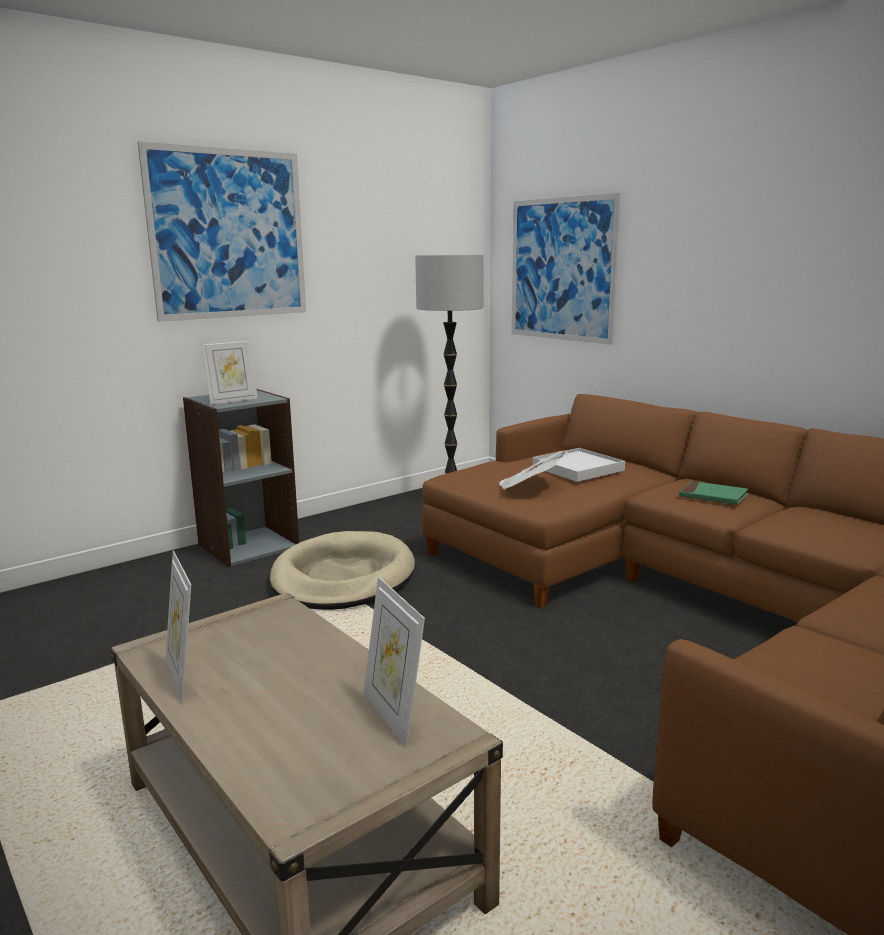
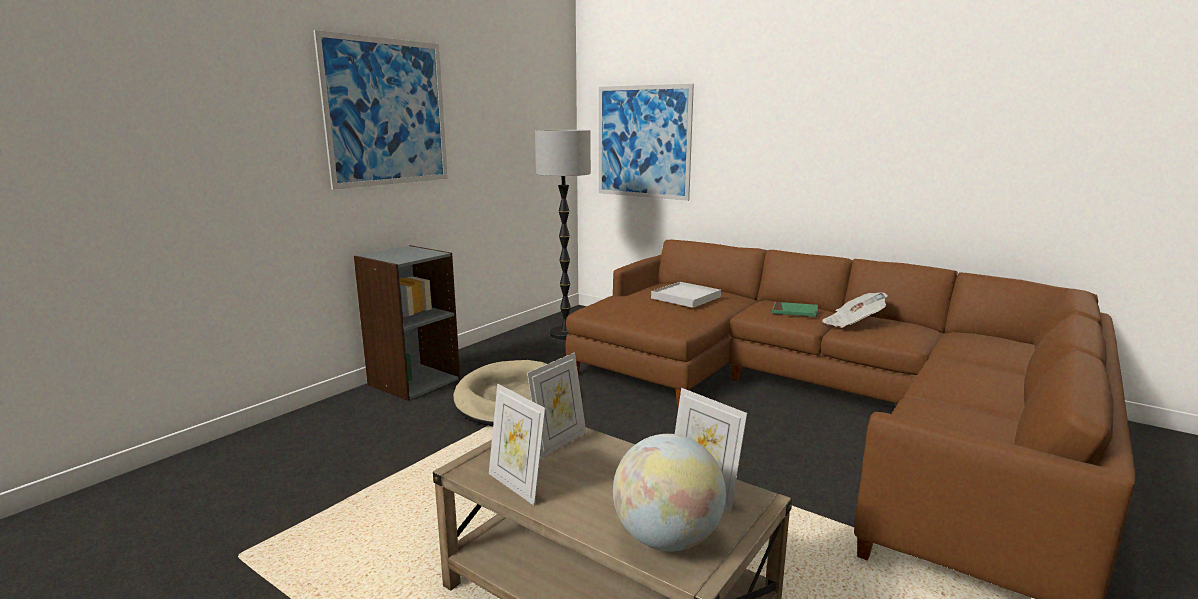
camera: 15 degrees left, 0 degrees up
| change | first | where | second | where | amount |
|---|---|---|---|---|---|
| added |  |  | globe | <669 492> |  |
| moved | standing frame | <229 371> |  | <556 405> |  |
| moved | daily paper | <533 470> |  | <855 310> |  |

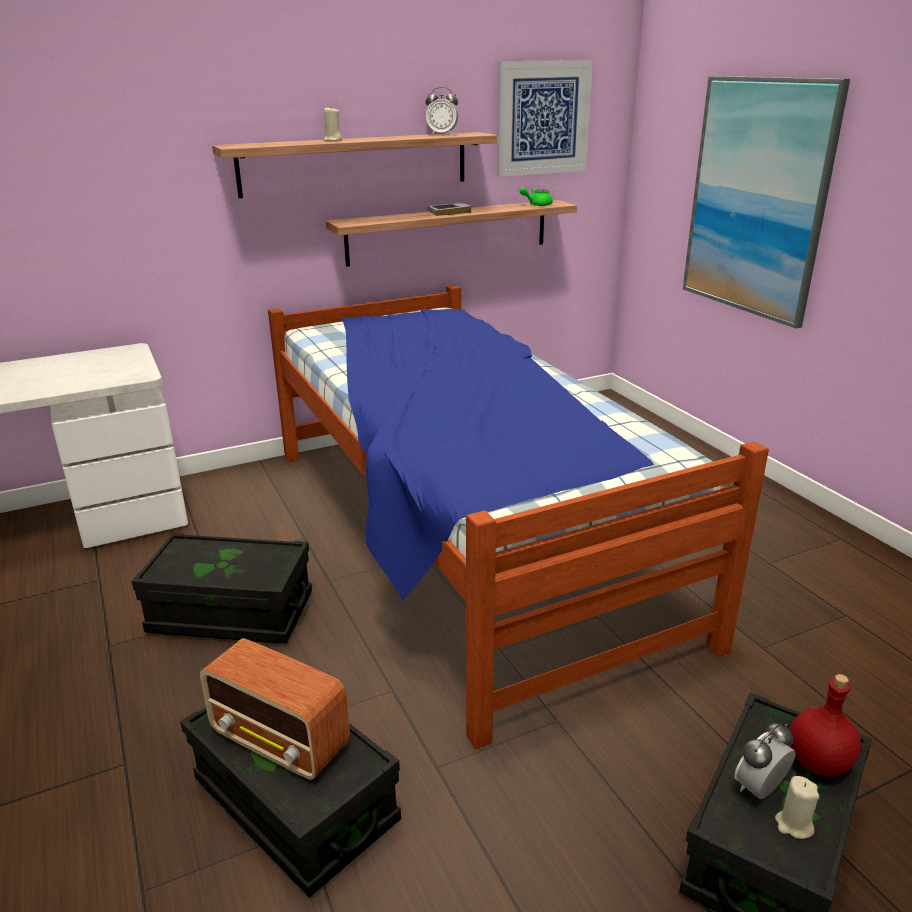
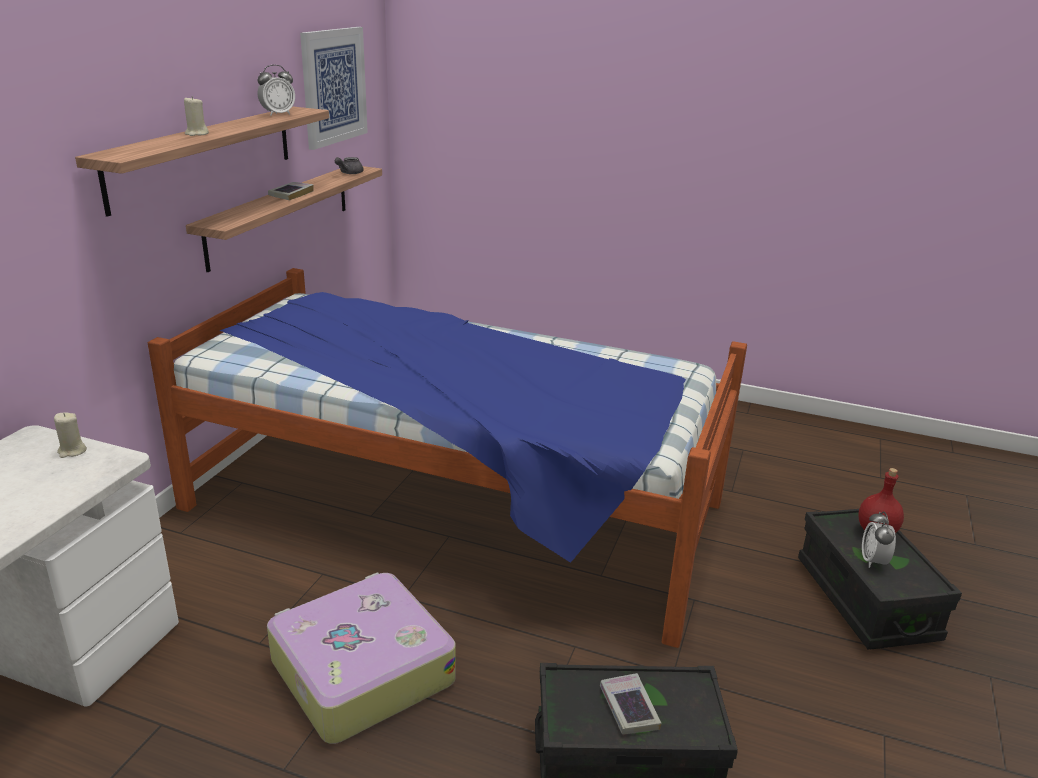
camera: 45 degrees left, 0 degrees up
| change | first | where | second | where | amount |
|---|---|---|---|---|---|
| removed | wall art | <766 202> |  |  |  |
| moved | sand-coloured candle | <797 807> |  | <70 435> |  |
| replaced | black-coloured storage container | <221 588> | travel case | <361 658> |  |
| replaced | radio | <275 709> | book | <630 703> |  |
| recoloured | green-coloured pot for tea | <536 196> | greyish pot for tea | <349 165> |  |

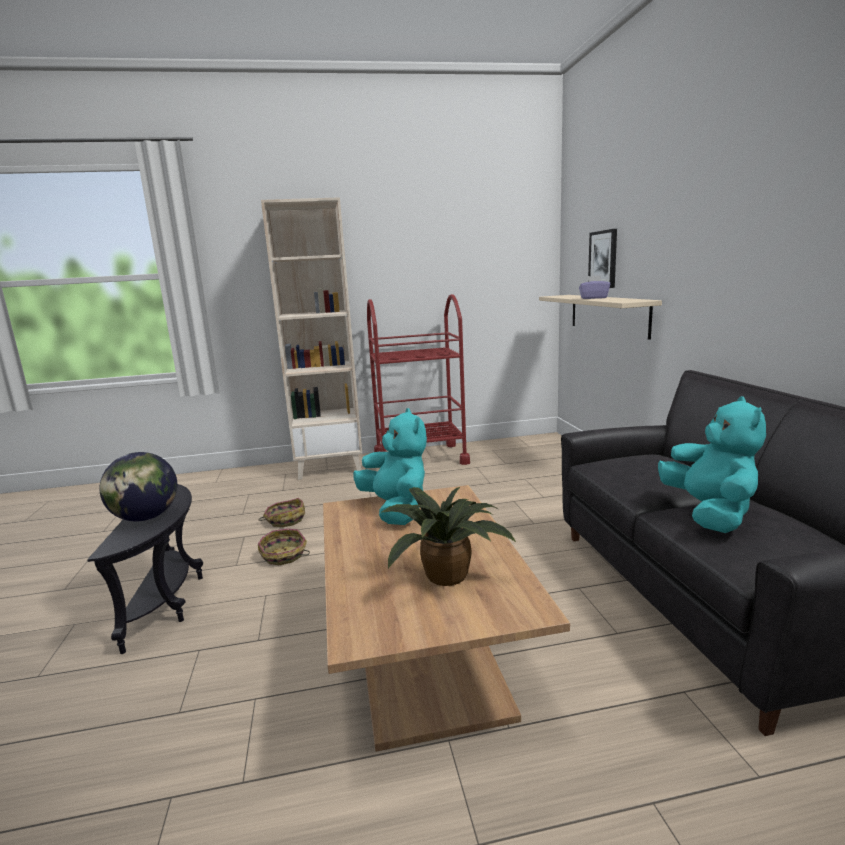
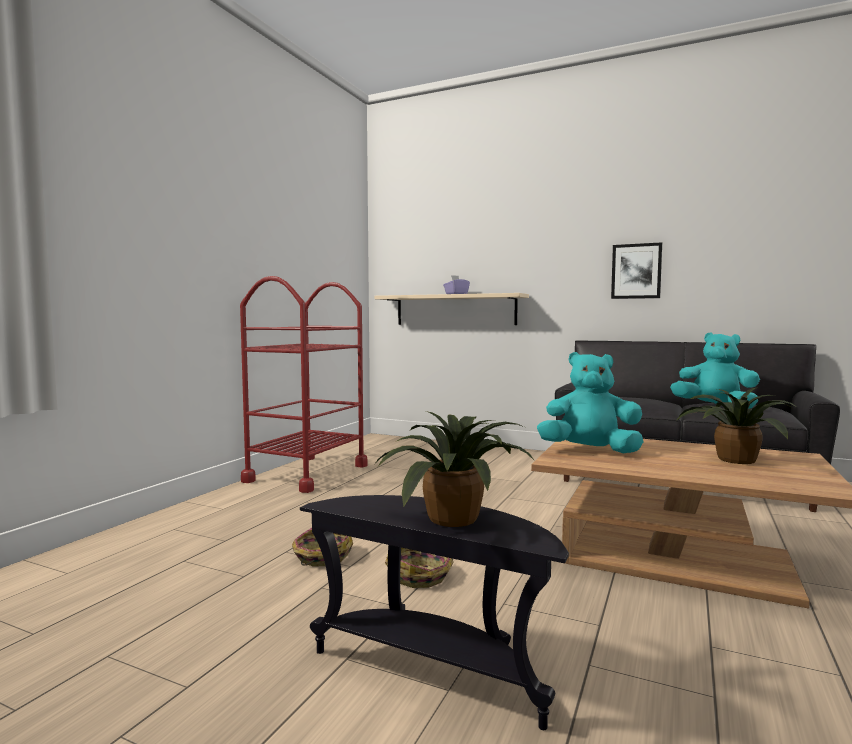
camera: 55 degrees left, 10 degrees down
| change | first | where | second | where | amount |
|---|---|---|---|---|---|
| removed | sand-coloured bookshelf | <311 338> |  |  |  |
| moved | wall art | <602 258> |  | <636 270> |  |
| replaced | globe | <138 487> | plant in a pot | <455 469> |  |

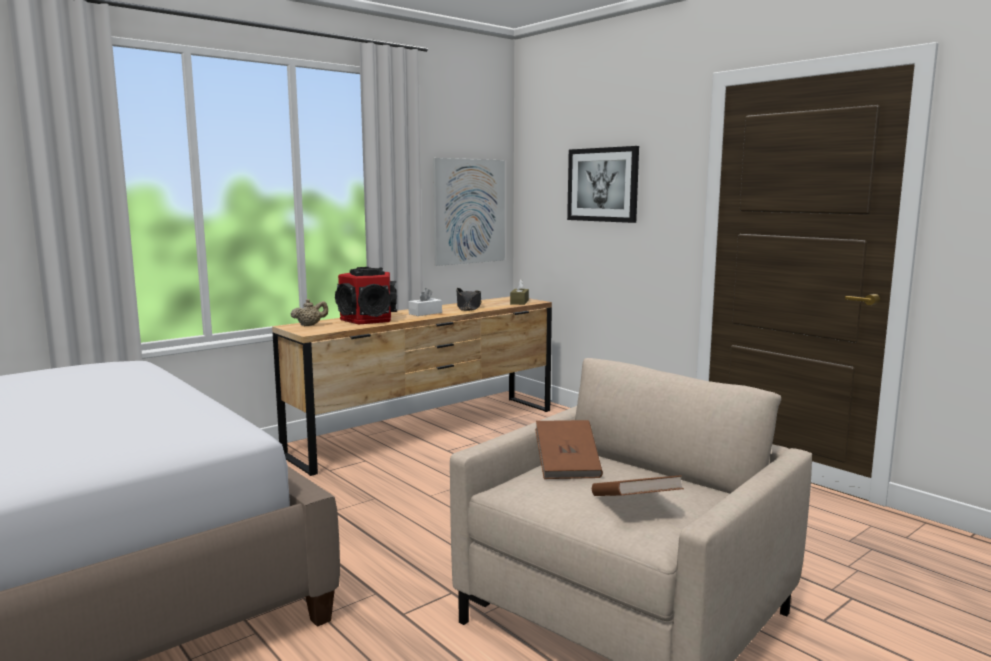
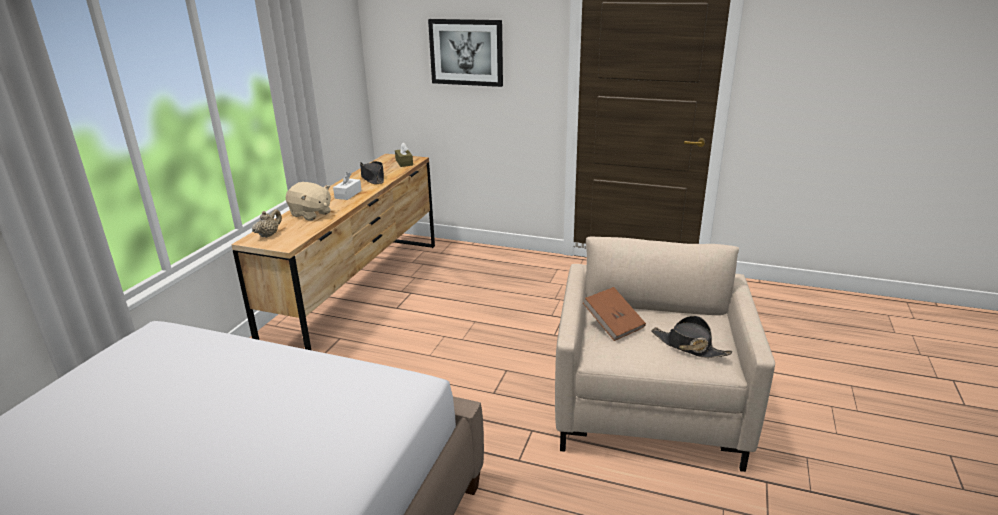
camera: 30 degrees left, 15 degrees up
| change | first | where | second | where | amount |
|---|---|---|---|---|---|
| removed | wall art | <469 212> |  |  |  |
| replaced | speaker | <366 295> | sand-coloured plush toy | <308 201> |  |
| replaced | brown book | <638 485> | black-coloured clothing hat | <692 337> |  |

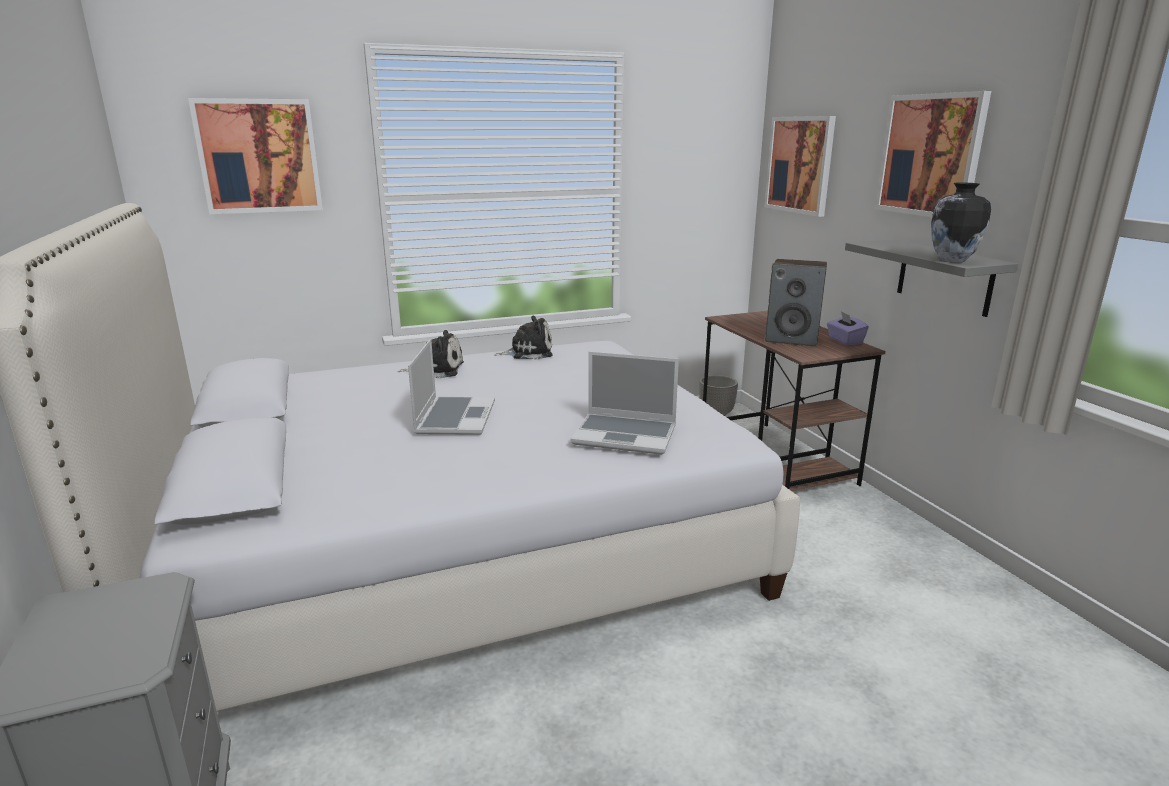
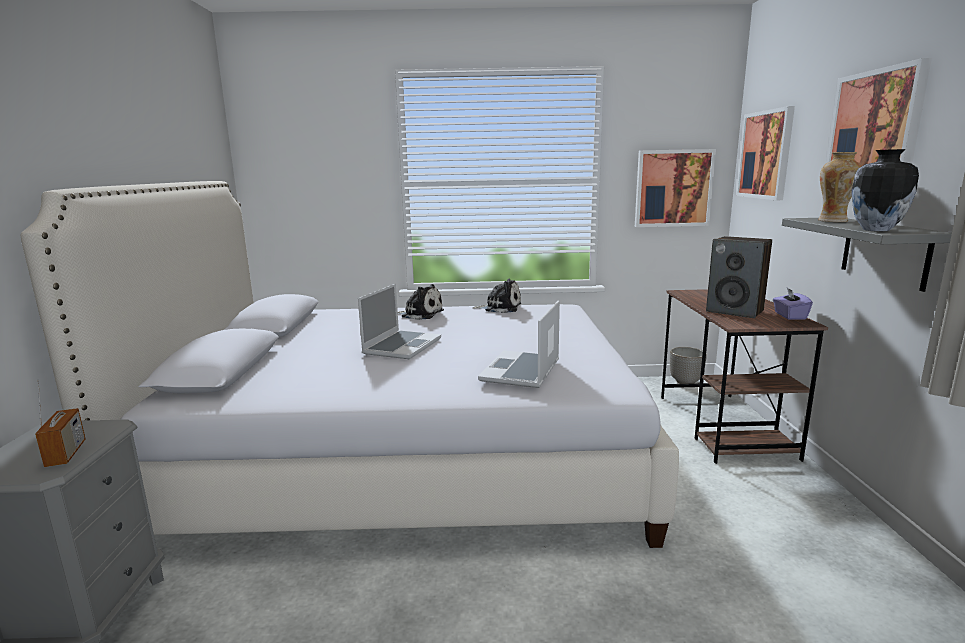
camera: 20 degrees right, 5 degrees down
| change | first | where | second | where | amount |
|---|---|---|---|---|---|
| added |  |  | radio | <60 423> |  |
| added |  |  | decorative vase | <840 187> |  |
| moved | wall art | <255 156> |  | <675 188> |  |
| turned | notebook computer | <625 403> |  | <519 344> | 75 degrees clockwise |

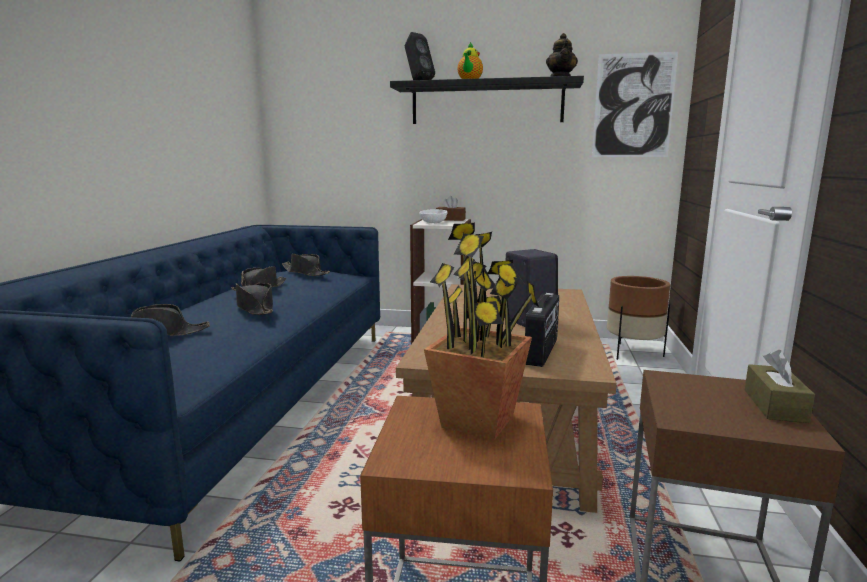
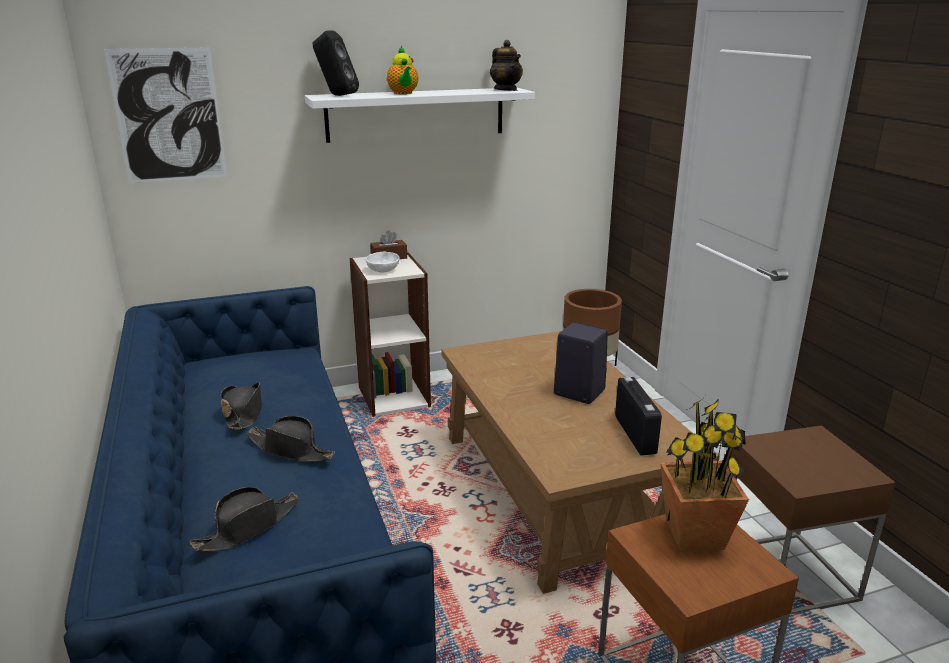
camera: 30 degrees left, 10 degrees up
| change | first | where | second | where | amount |
|---|---|---|---|---|---|
| removed | black-coloured clothing hat | <306 265> |  |  |  |
| removed | brown box of tissues | <780 386> |  |  |  |
| moved | wall art | <635 104> |  | <165 115> |  |
| recoloured | black-coloured wall shelf | <487 100> | white-coloured wall shelf | <420 115> |  |

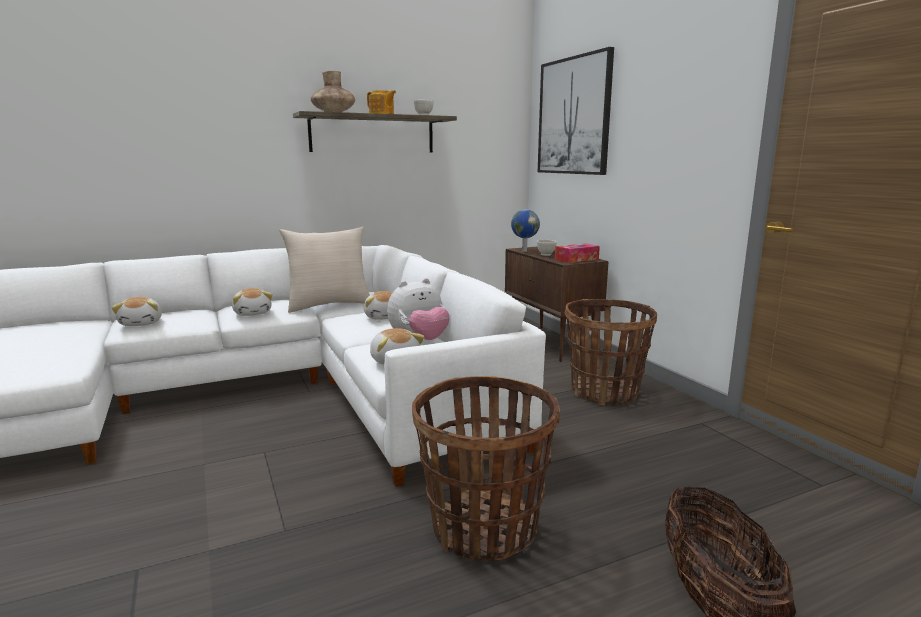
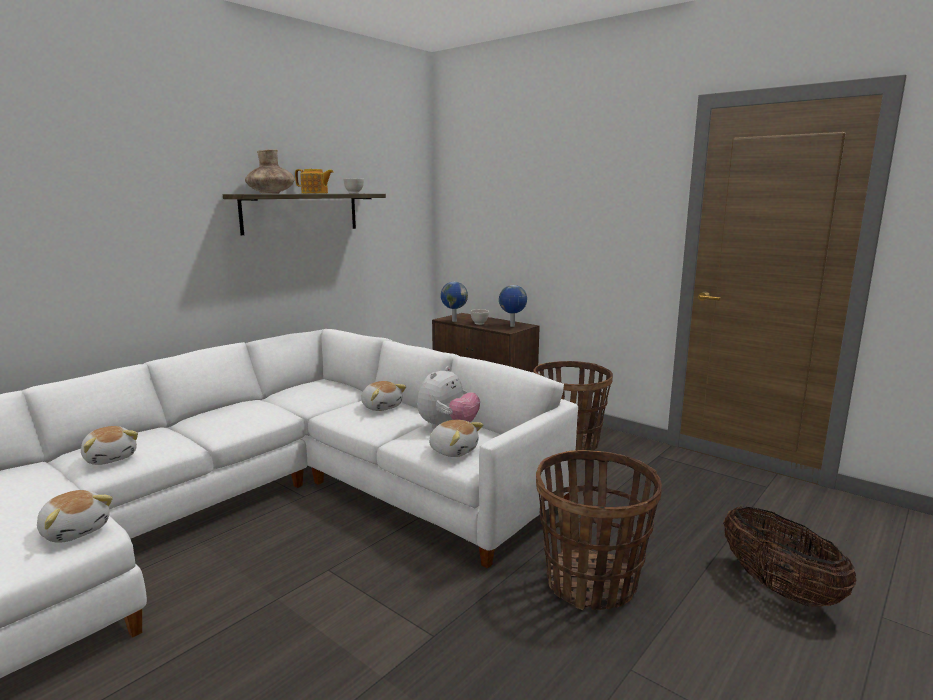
camera: 25 degrees left, 0 degrees up
| change | first | where | second | where | amount |
|---|---|---|---|---|---|
| removed | sand-coloured cushion | <324 269> |  |  |  |
| removed | wall art | <576 111> |  |  |  |
| moved | plush toy | <252 302> |  | <75 516> |  |
| replaced | box of tissues | <577 253> | globe | <513 306> |  |

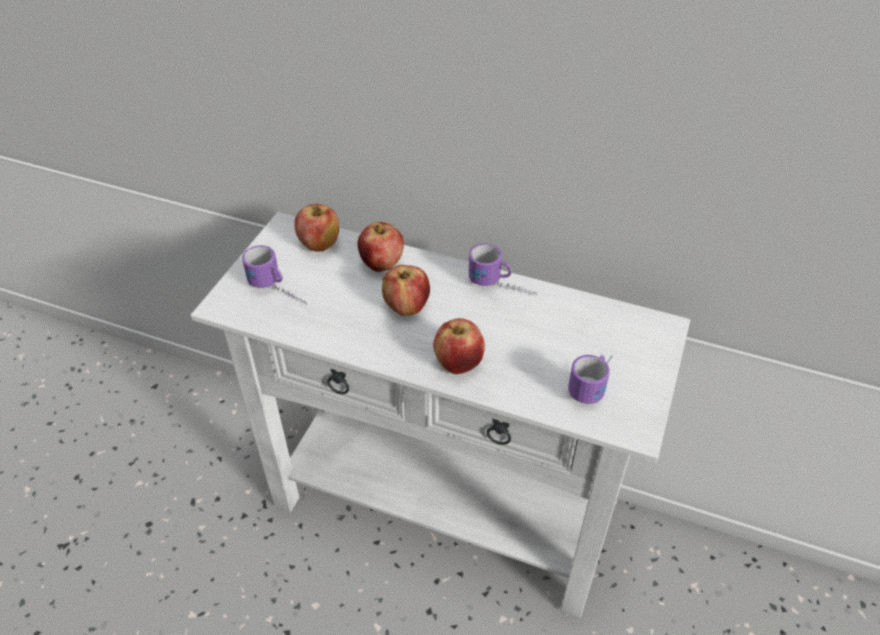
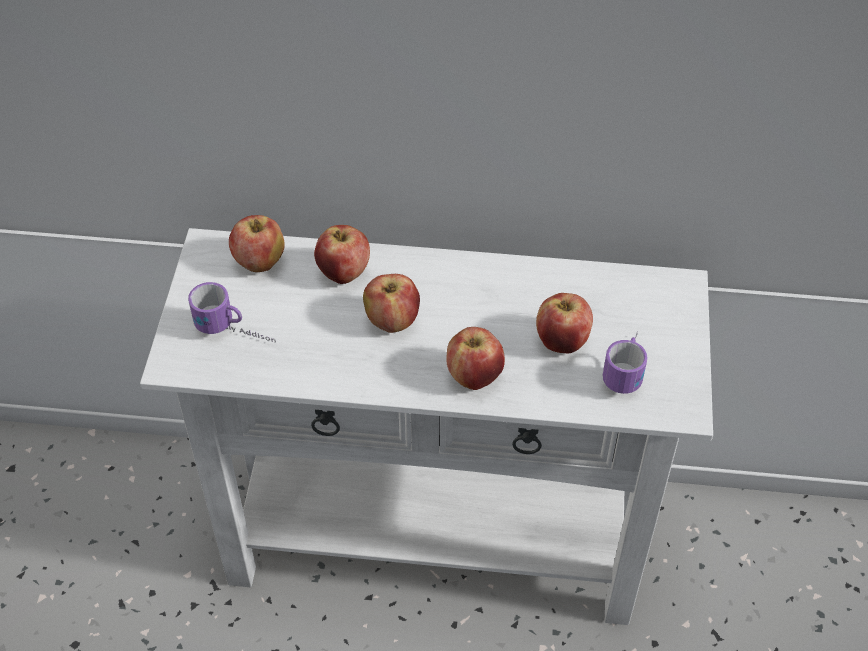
camera: 15 degrees left, 5 degrees up
| change | first | where | second | where | amount |
|---|---|---|---|---|---|
| removed | tea mug | <503 270> |  |  |  |
| added |  |  | whole apple | <564 323> |  |

